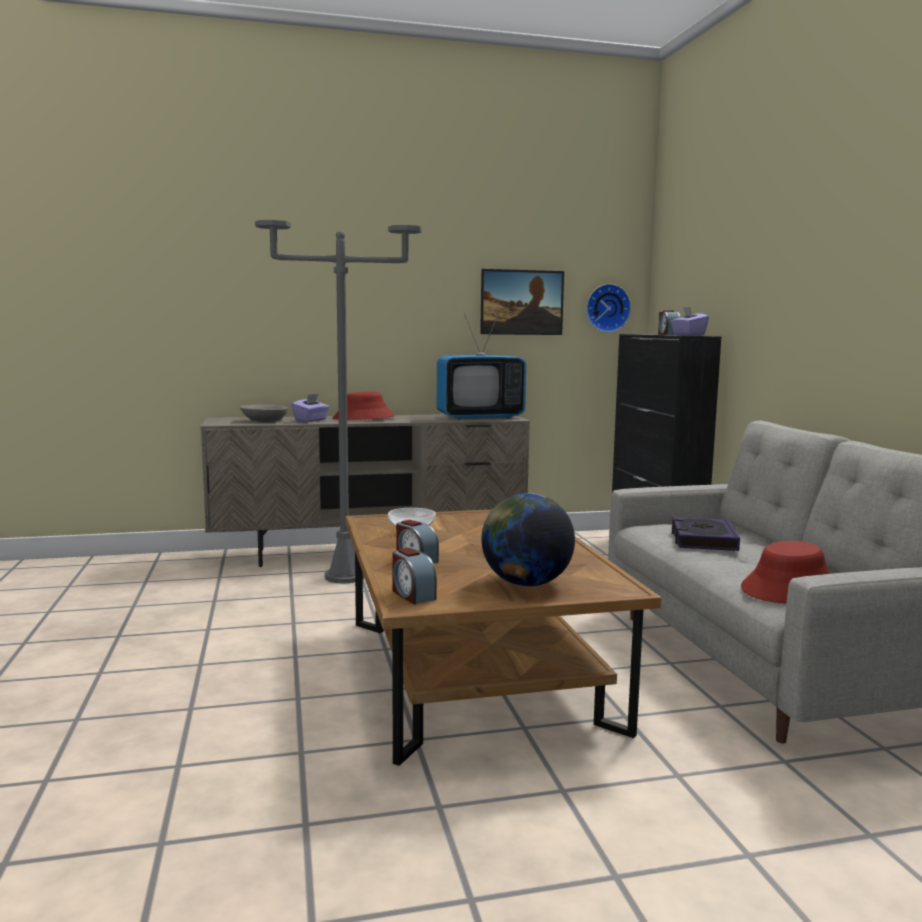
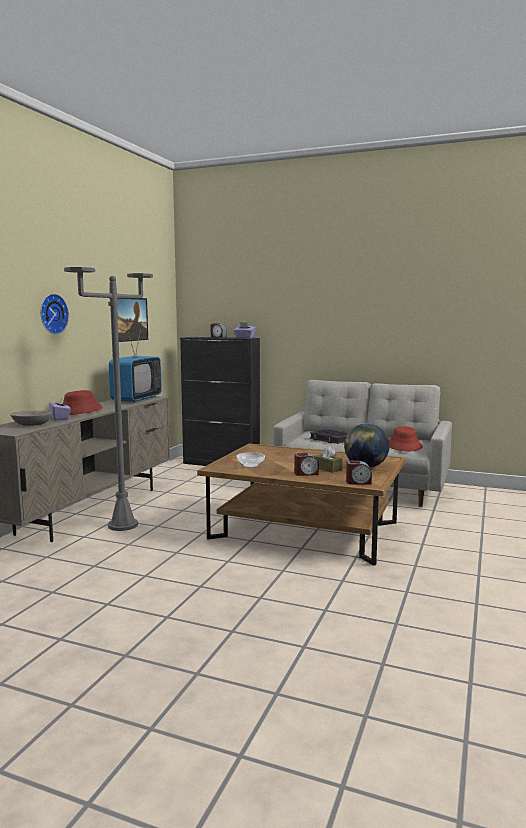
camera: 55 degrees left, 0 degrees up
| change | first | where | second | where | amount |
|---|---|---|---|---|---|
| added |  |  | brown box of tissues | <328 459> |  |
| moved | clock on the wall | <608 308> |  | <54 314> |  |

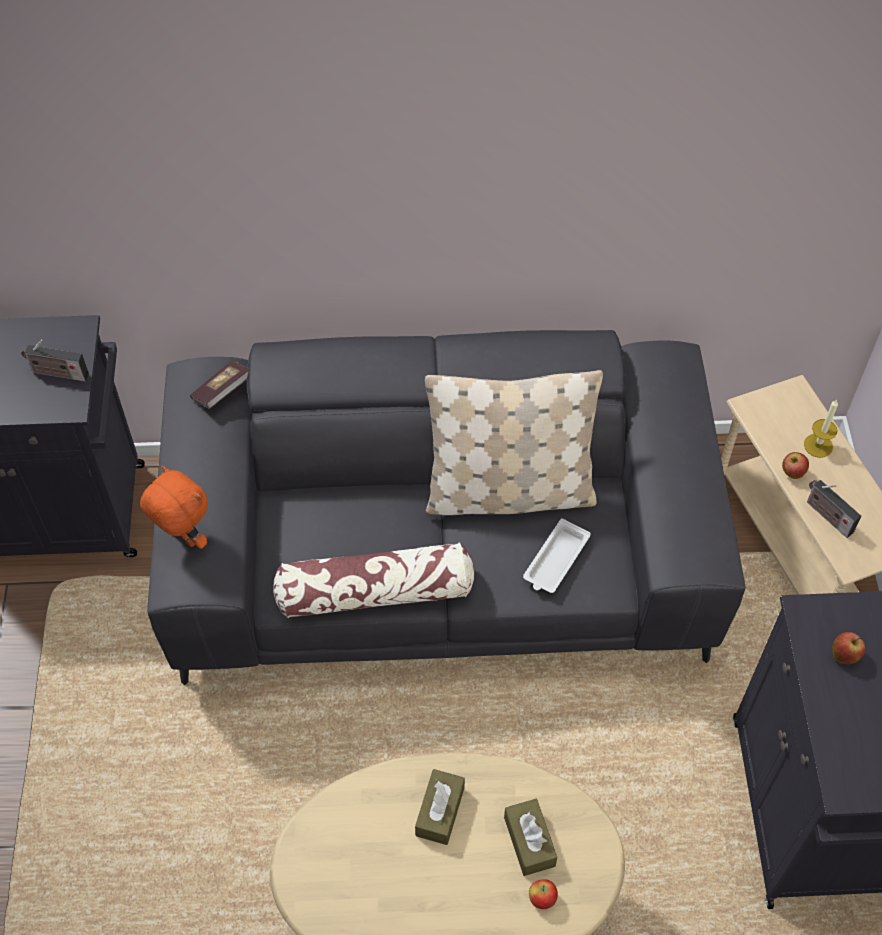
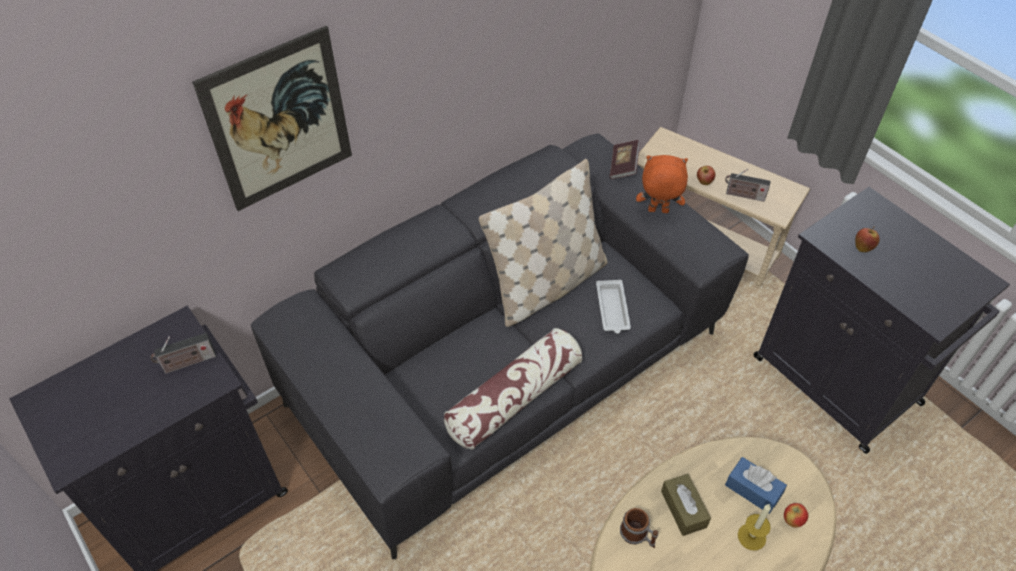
camera: 35 degrees left, 5 degrees down
| change | first | where | second | where | amount |
|---|---|---|---|---|---|
| added |  |  | wall art | <272 118> |  |
| added |  |  | tea mug | <639 528> |  |
| moved | orange-coloured plush toy | <174 507> |  | <662 184> |  |
| moved | book | <220 385> |  | <625 159> |  |
| moved | candle | <821 428> |  | <754 527> |  |
| recoloured | brown box of tissues | <530 837> | blue-coloured box of tissues | <756 485> |  |

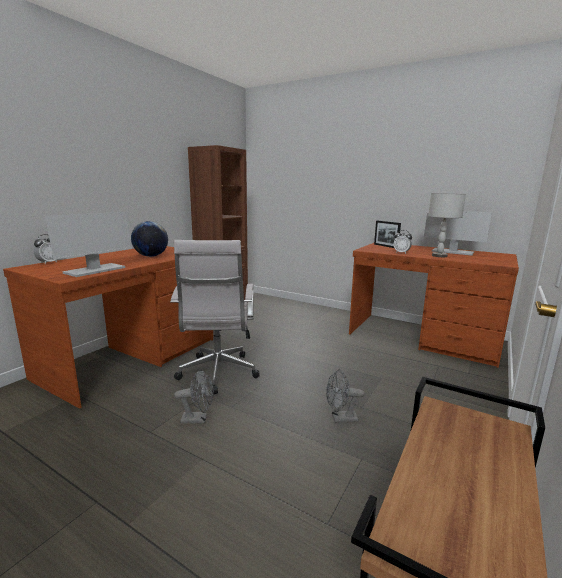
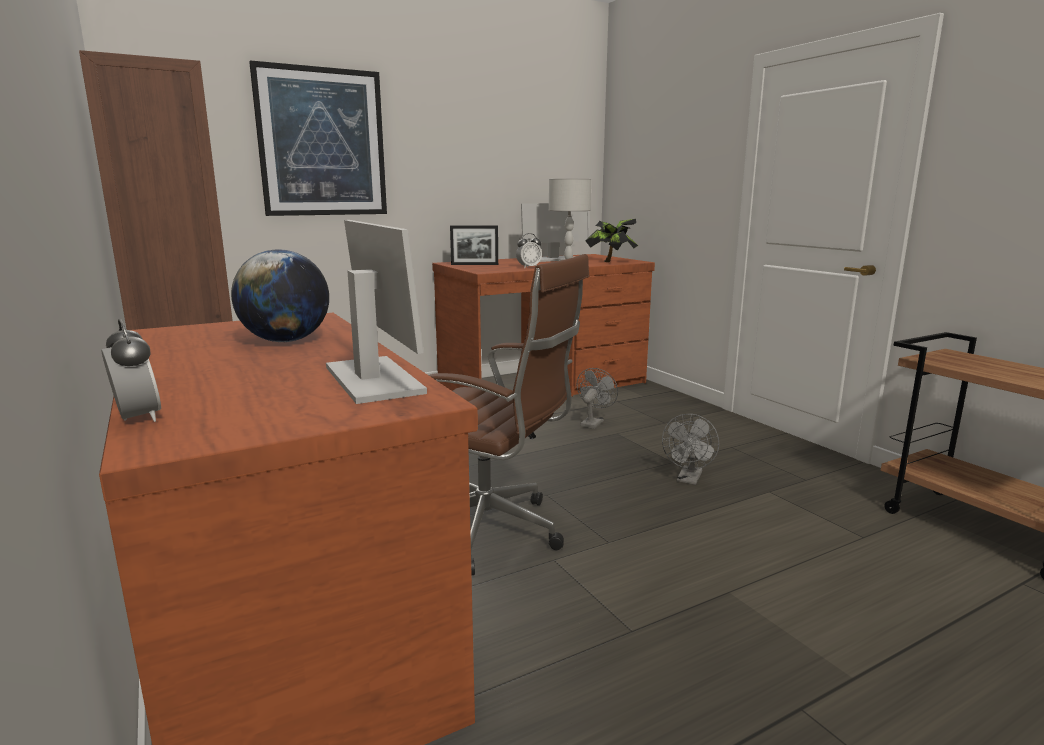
camera: 60 degrees left, 0 degrees up
| change | first | where | second | where | amount |
|---|---|---|---|---|---|
| added |  |  | wall art | <318 138> |  |
| added |  |  | plant in a pot | <611 240> |  |
| moved | greyish electric fan | <194 397> |  | <597 398> |  |
| recoloured | white-coloured desk chair | <215 317> | brown desk chair | <509 414> |  |

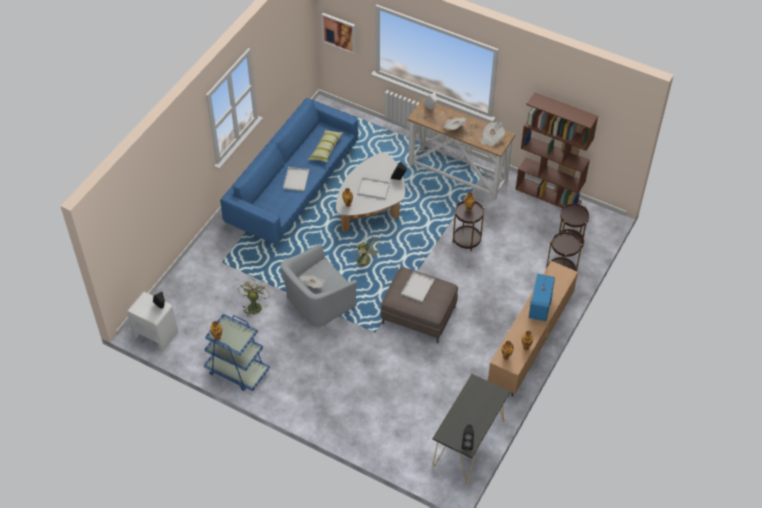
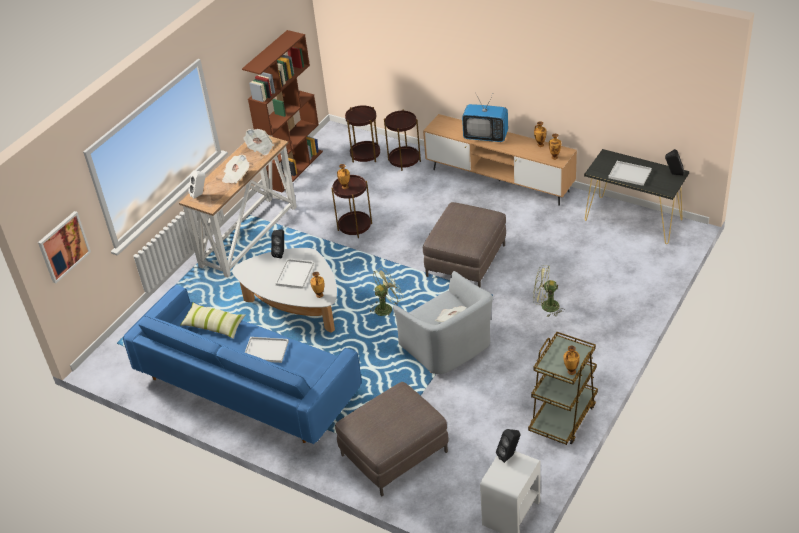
camera: 85 degrees left, 10 degrees down
| change | first | where | second | where | amount |
|---|---|---|---|---|---|
| added |  |  | brown ottoman | <392 439> |  |
| moved | green-coloured electric fan | <254 299> |  | <549 291> |  |
| moved | white-coloured tray | <418 286> |  | <630 173> |  |
| recoloured | blue-coloured trolley | <237 352> | brown trolley | <563 388> |  |

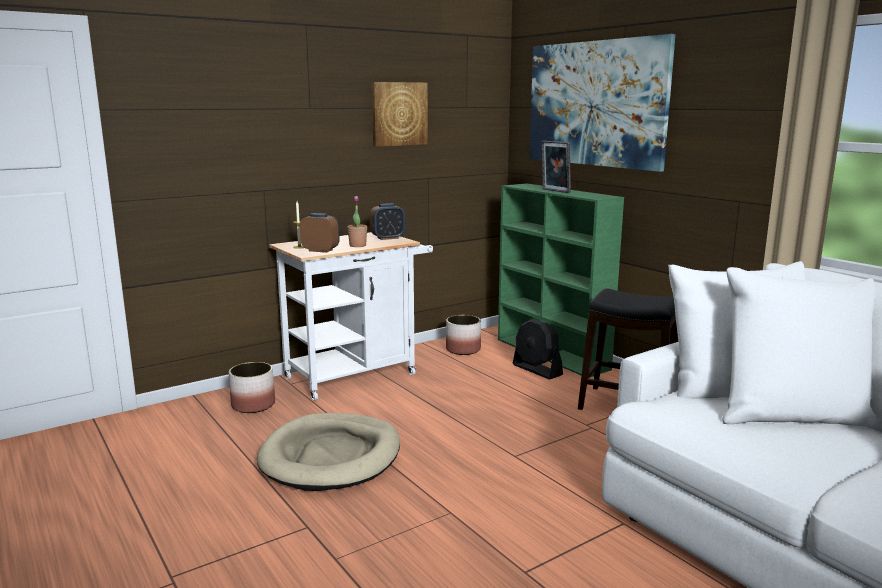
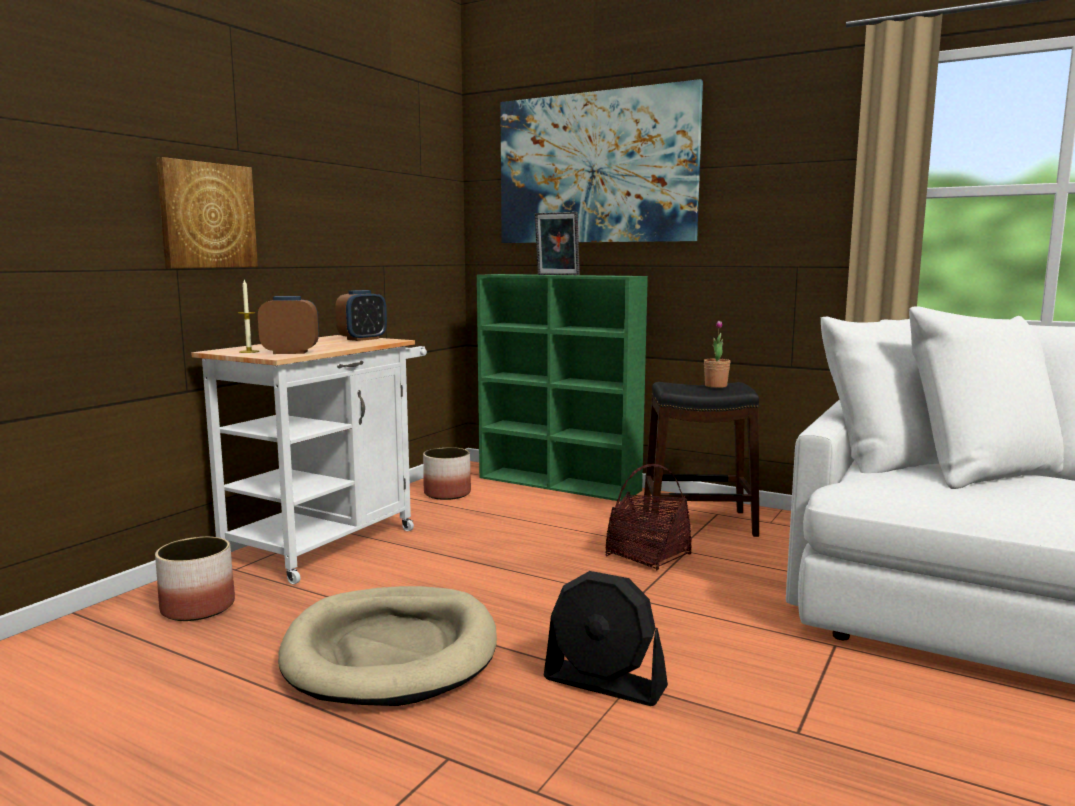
camera: 25 degrees left, 5 degrees down
| change | first | where | second | where | amount |
|---|---|---|---|---|---|
| added |  |  | household basket | <648 517> |  |
| moved | plant in a pot | <357 221> |  | <717 354> |  |
| moved | wall art | <400 114> |  | <207 212> |  |
| moved | black-coloured electric fan | <538 349> |  | <605 638> |  |

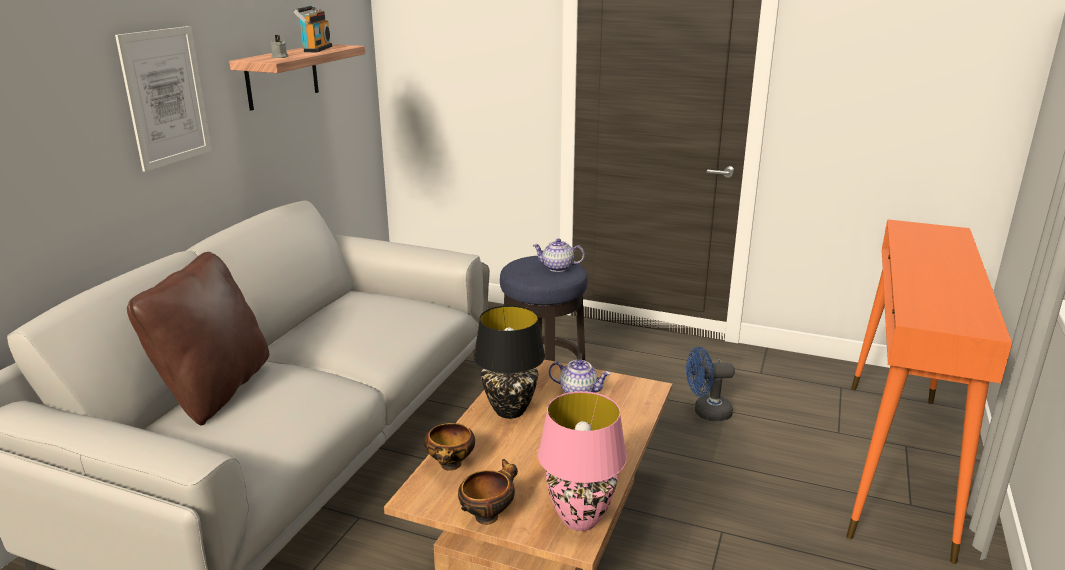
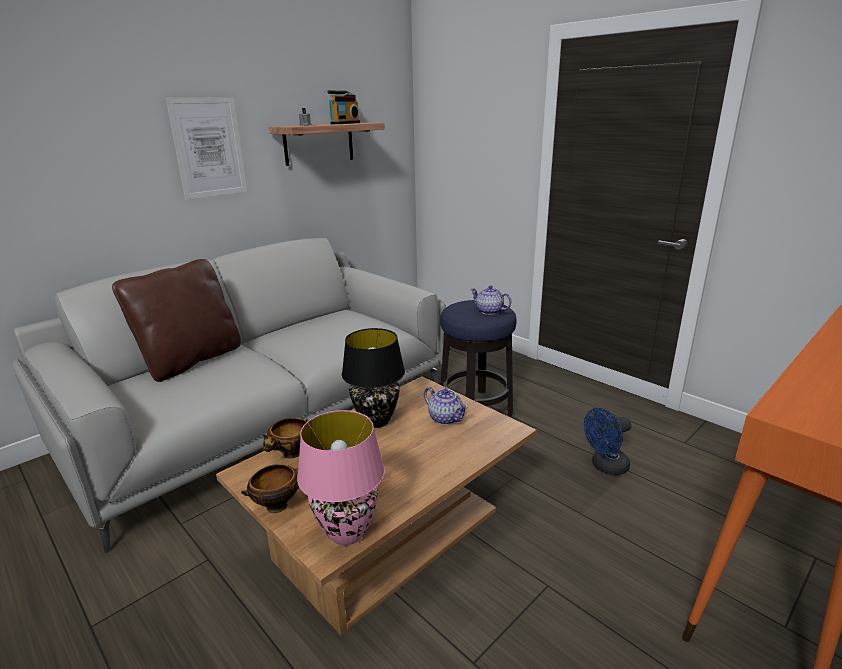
camera: 25 degrees right, 0 degrees up
| change | first | where | second | where | amount |
|---|---|---|---|---|---|
| turned | blue-coloured electric fan | <710 384> |  | <608 441> | 45 degrees counterclockwise |

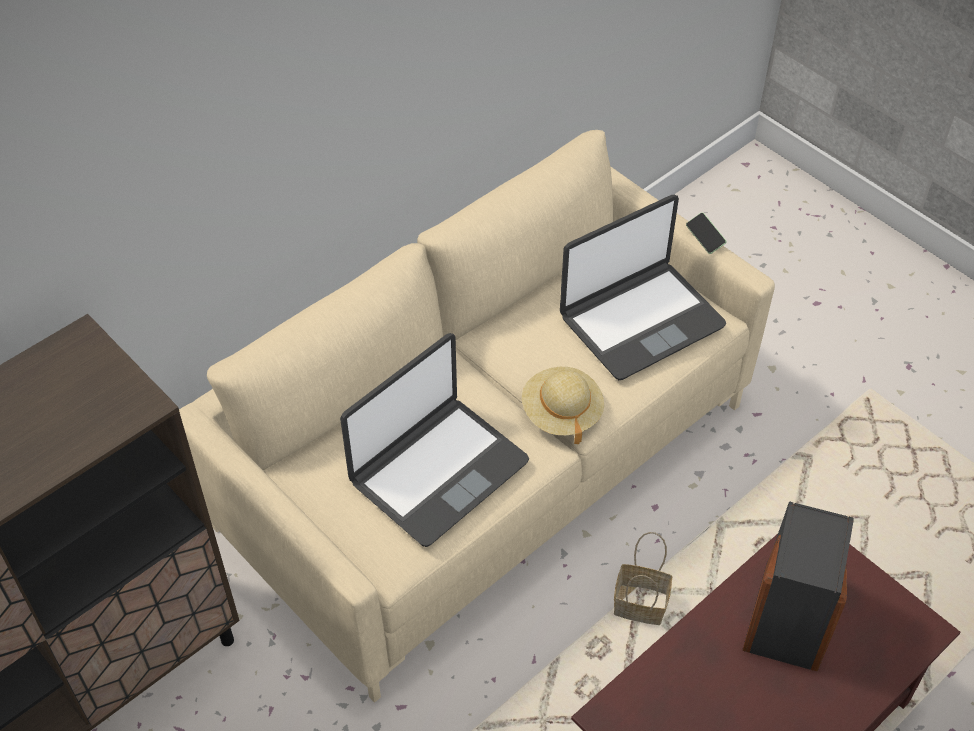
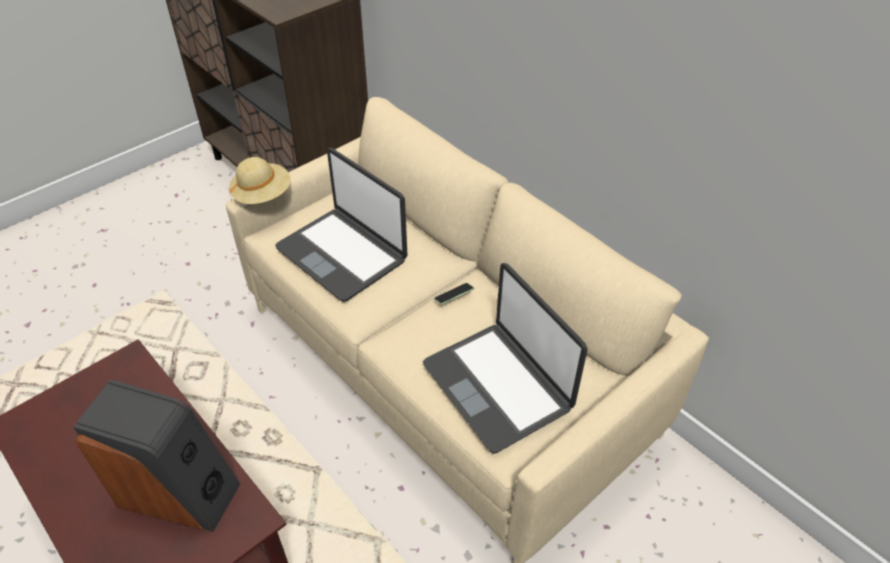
camera: 90 degrees right, 5 degrees down
| change | first | where | second | where | amount |
|---|---|---|---|---|---|
| removed | household basket | <643 578> |  |  |  |
| moved | sand-coloured clothing hat | <563 405> |  | <260 180> |  |
| moved | telephone | <706 233> |  | <454 294> |  |

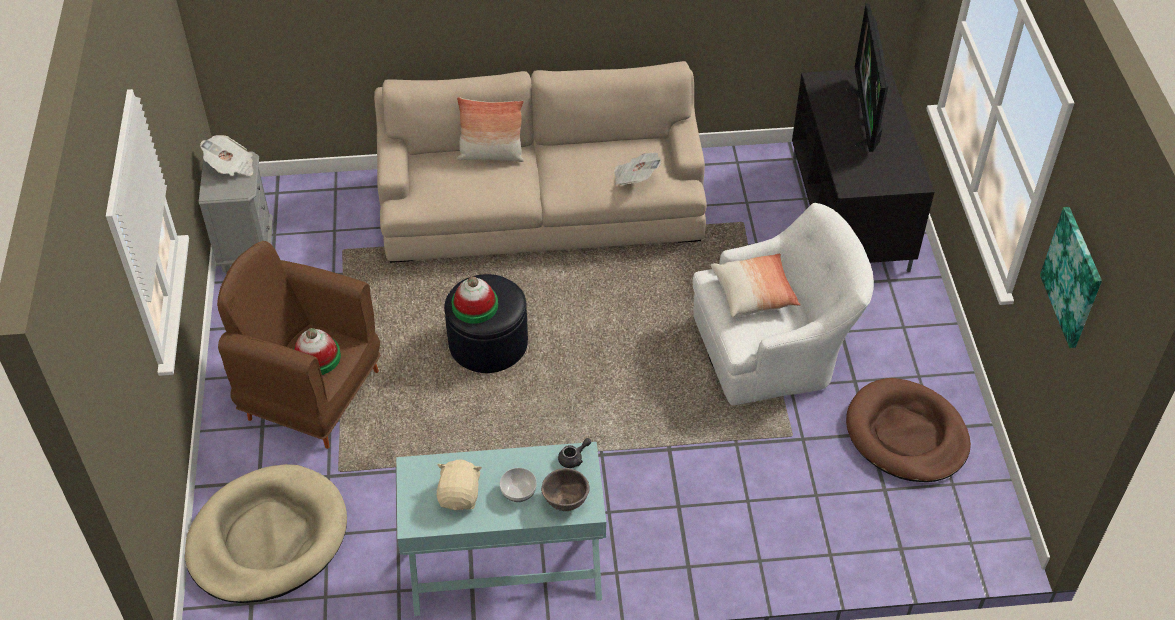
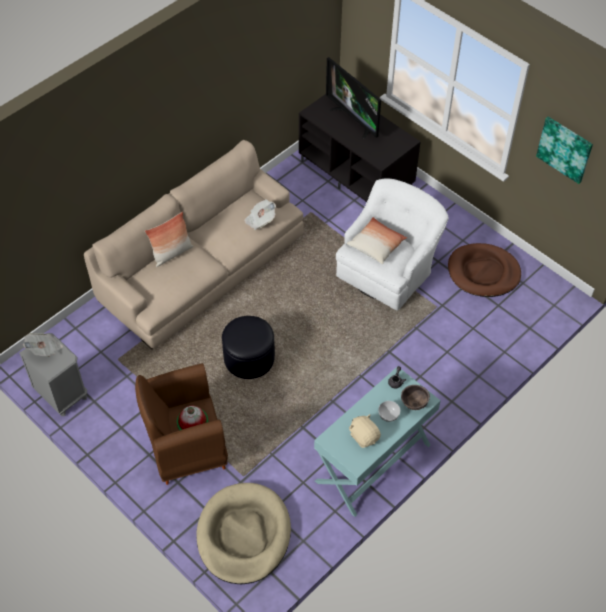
camera: 40 degrees left, 5 degrees up
| change | first | where | second | where | amount |
|---|---|---|---|---|---|
| removed | clothing hat | <475 300> |  |  |  |

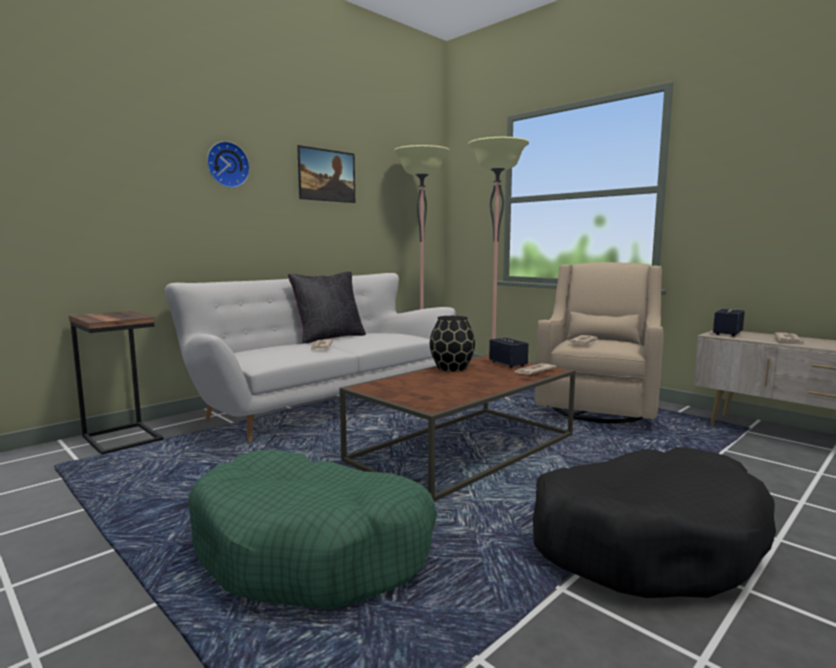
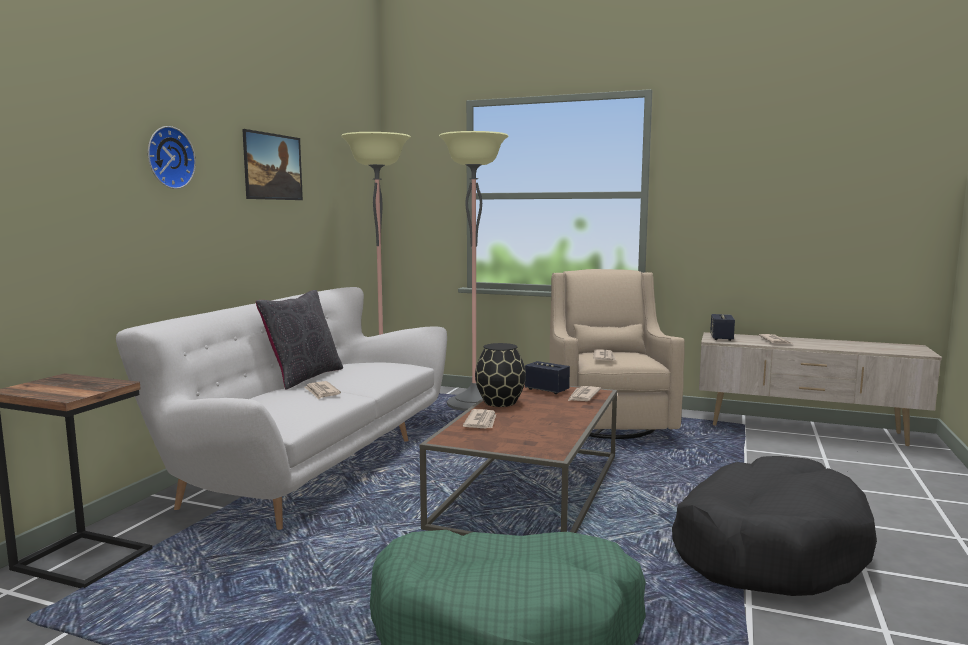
camera: 25 degrees left, 0 degrees up
| change | first | where | second | where | amount |
|---|---|---|---|---|---|
| added |  |  | daily paper | <479 418> |  |

